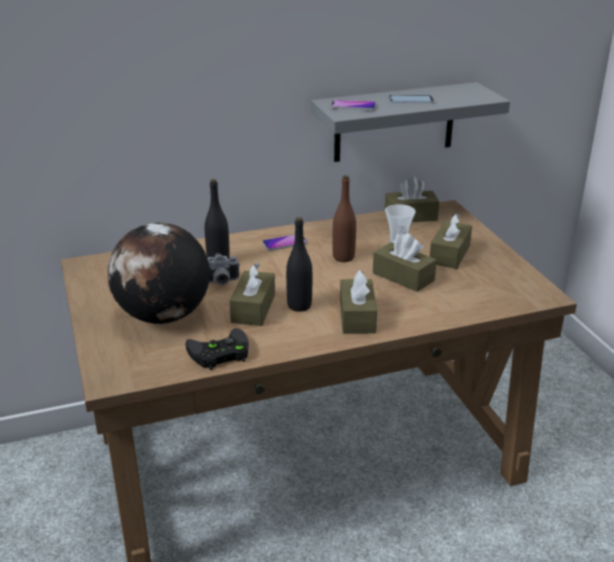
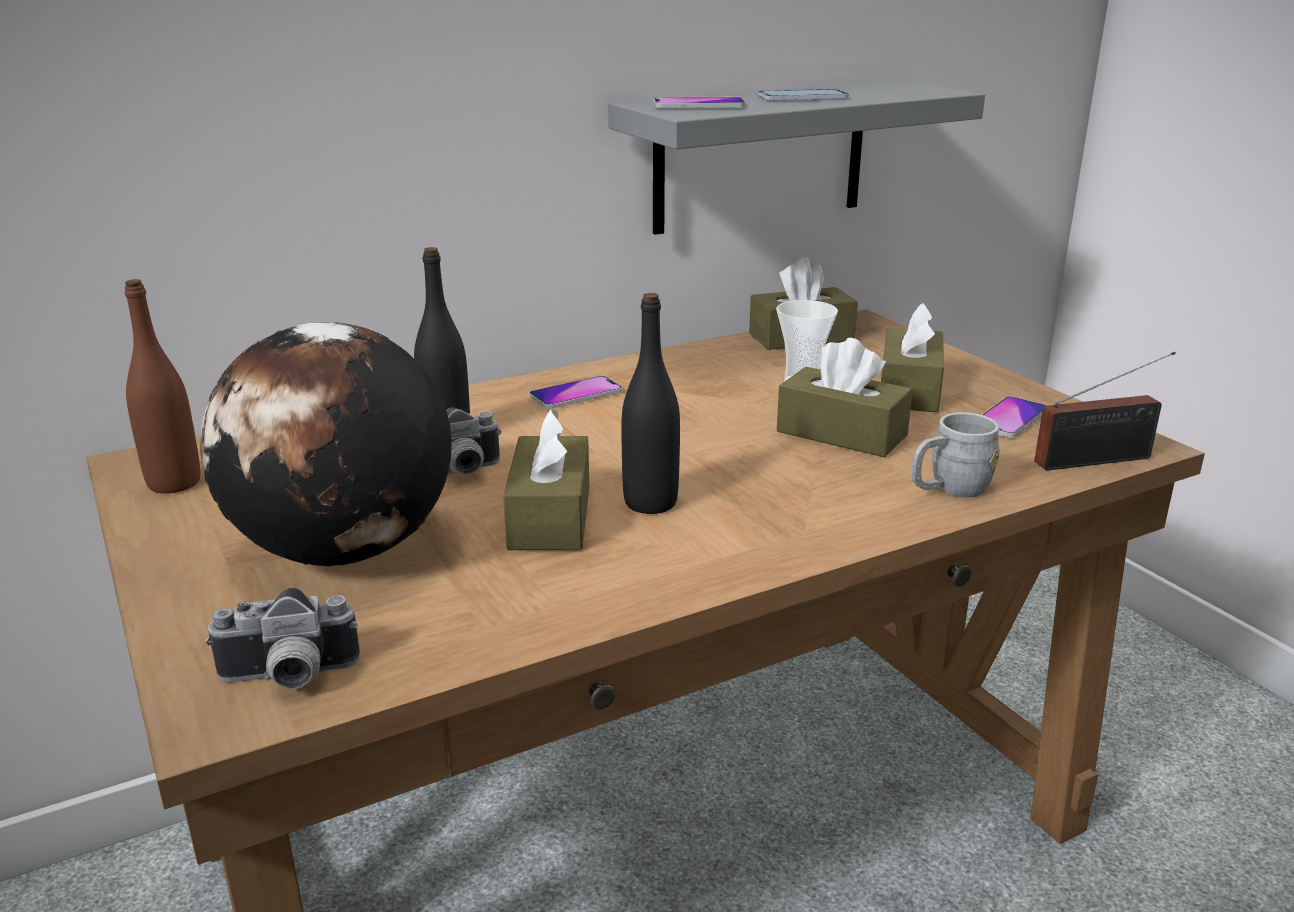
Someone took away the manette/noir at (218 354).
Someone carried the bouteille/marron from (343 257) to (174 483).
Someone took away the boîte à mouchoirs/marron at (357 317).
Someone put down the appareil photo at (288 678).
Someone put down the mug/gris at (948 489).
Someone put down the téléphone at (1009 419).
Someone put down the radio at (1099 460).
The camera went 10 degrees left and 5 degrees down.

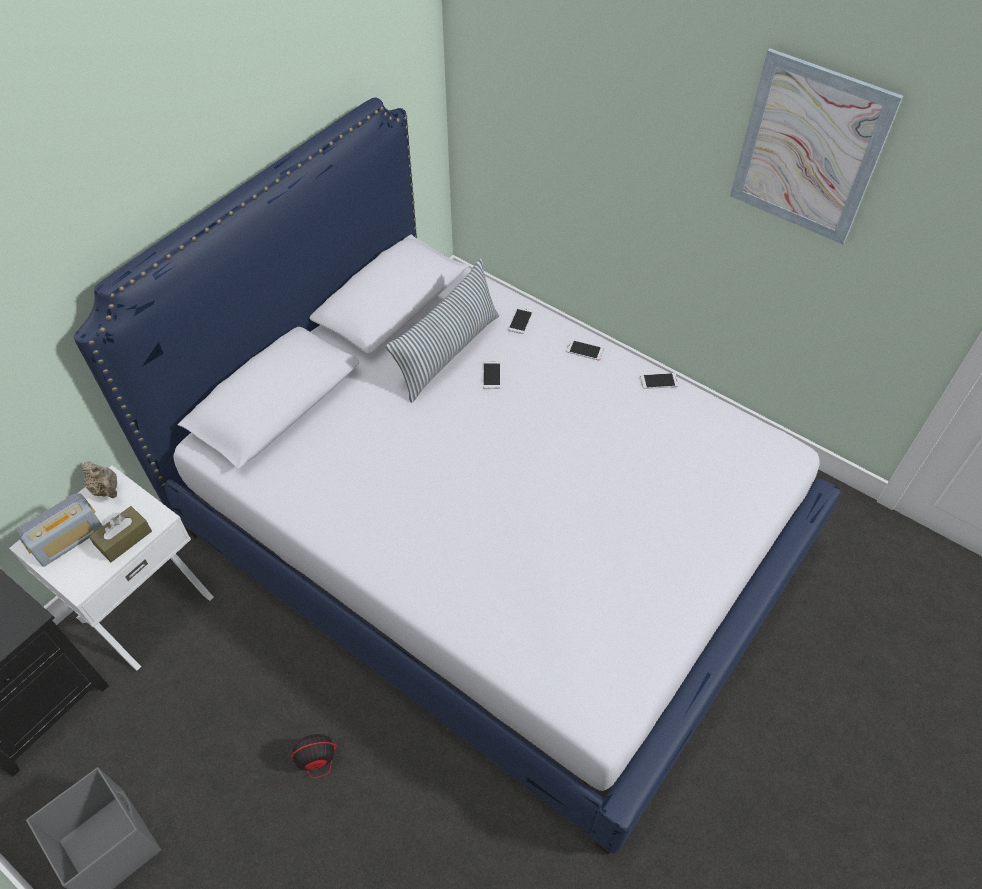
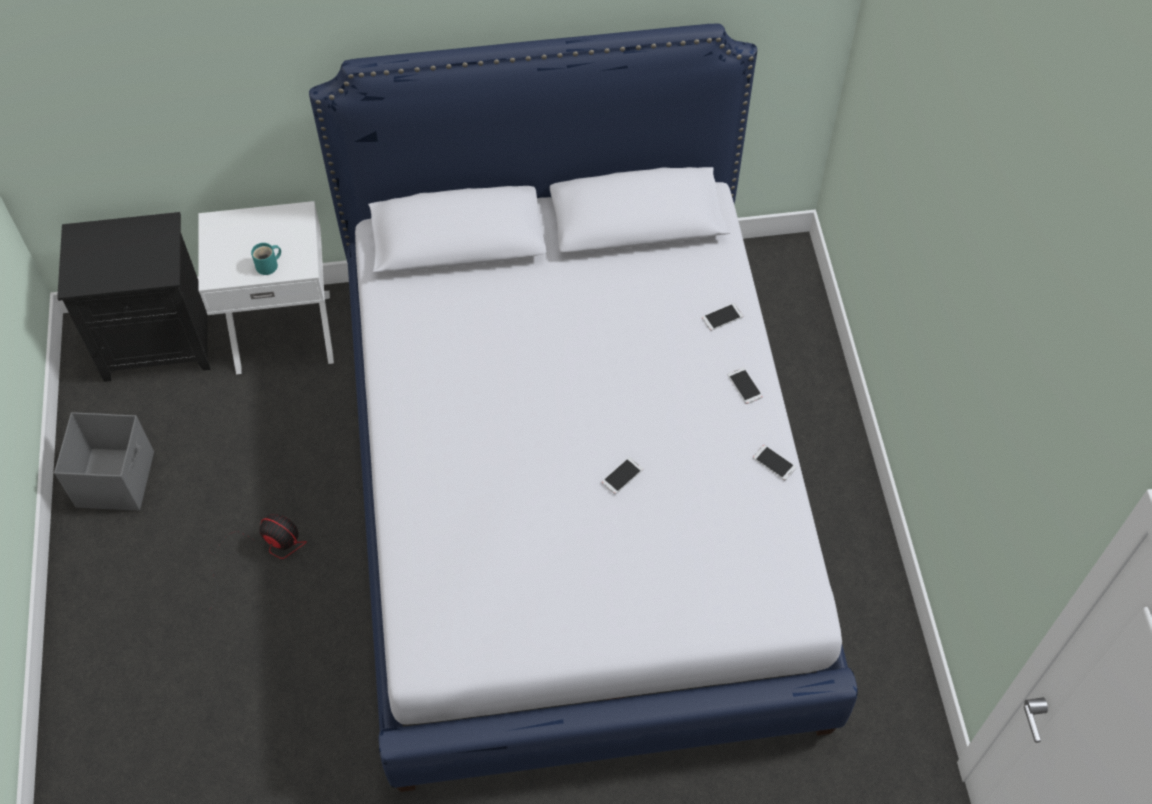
Someone took away the radio at (69 541).
Someone took away the théière/beige at (106 489).
Someone swapped the boîte à mouchoirs/marron at (124 539) for the mug/turquoise at (269 265).
Someone took away the coussin at (448 353).
Someone carried the téléphone from (491 375) to (622 476).
Someone took away the tableau at (809 149).
The camera went 45 degrees right and 5 degrees up.

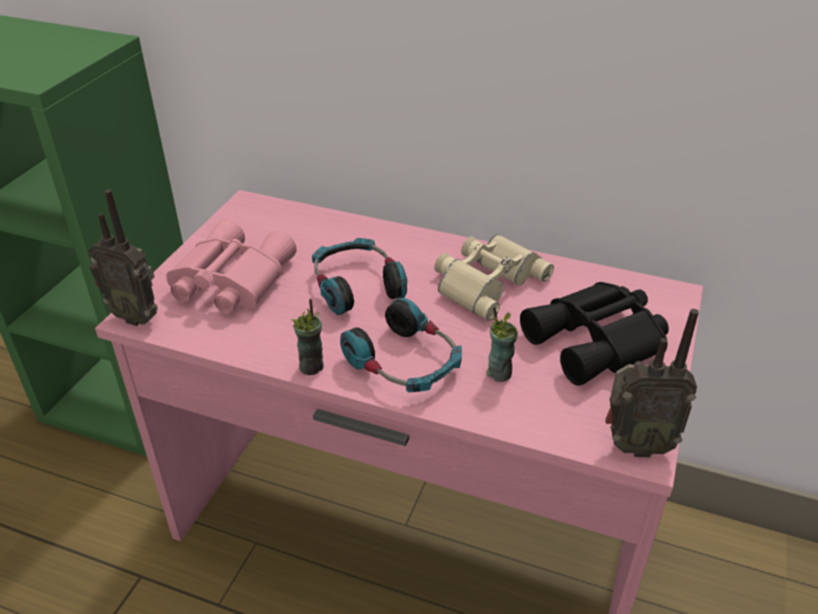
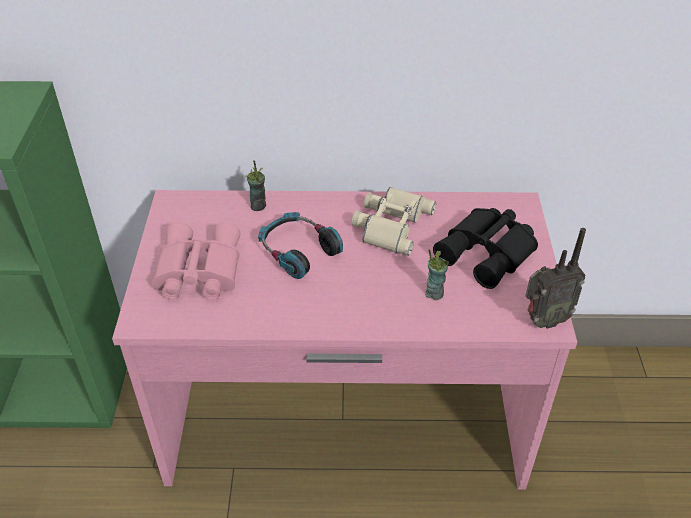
Someone took away the radio at (136 316).
Someone carried the tasse from (312 366) to (258 206).
Someone took away the casque audio at (404 363).
The camera went 20 degrees left and 5 degrees up.

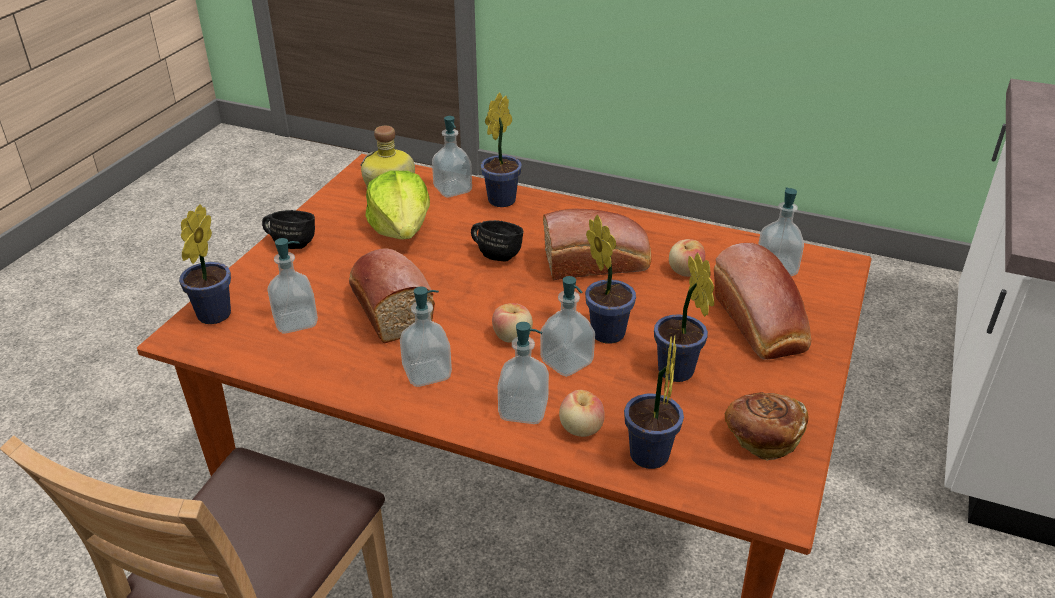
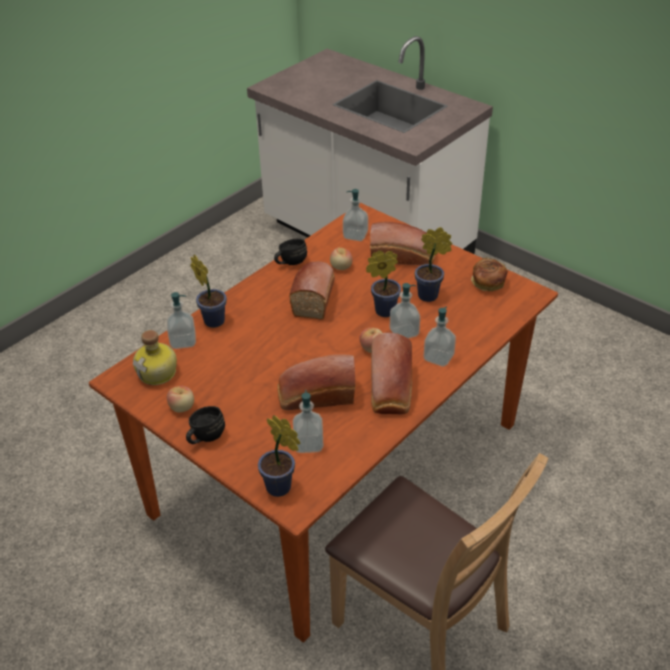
Someone took away the laitue at (401 229).
Someone swapped the distributeur de savon at (427 373) for the pain at (390 390).
Someone carried the mug/noir from (496 254) to (289 262).
Someone carried the pomme from (581 429) to (182 407).
Someone took away the plante en pot at (649 459).
The camera went 70 degrees left and 5 degrees up.

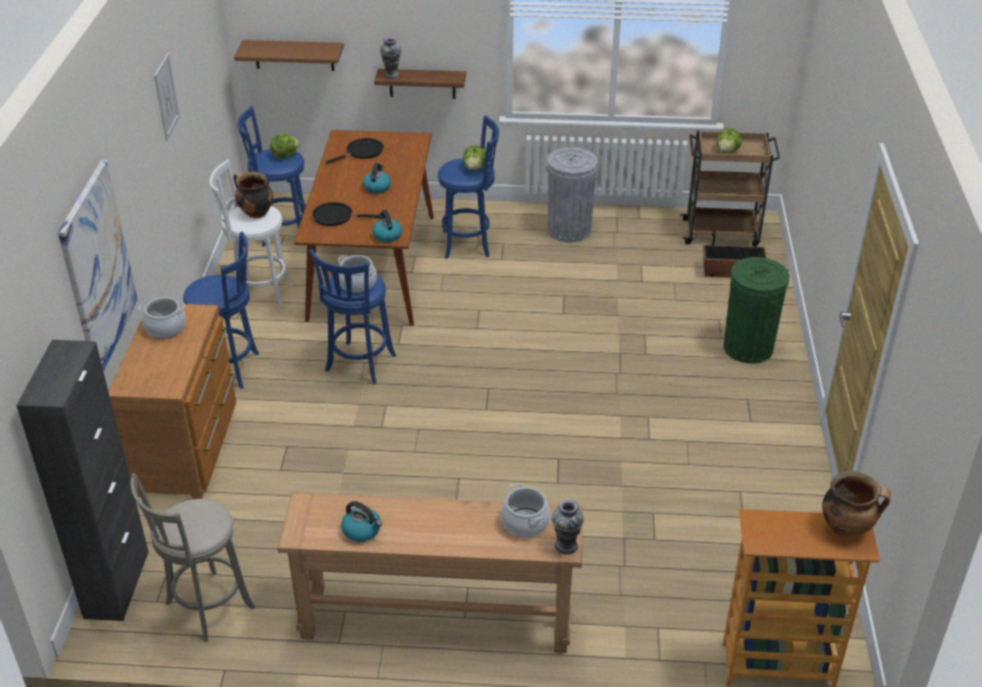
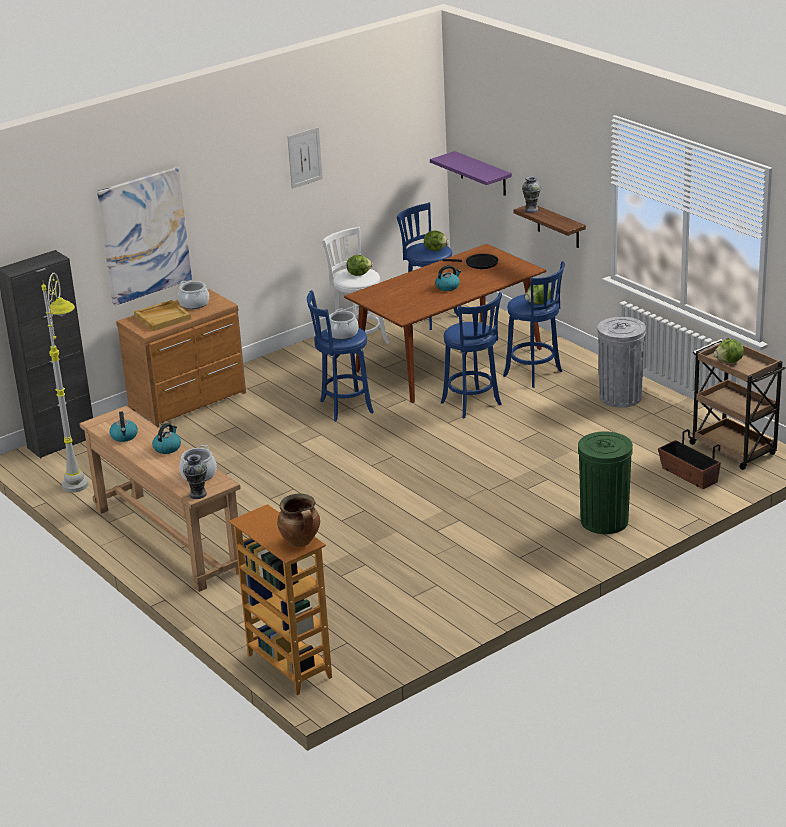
Someone swapped the tabouret/gris at (206 608) for the lampadaire/gris at (80 474).
Someone carried the tabouret/bleu from (231 368) to (473 405).
Someone repainted the étagère/marron at (294 55), which became the étagère/violet at (483 174).
Someone swapped the marmite at (255 213) for the laitue at (359 274).
Someone took away the poêle/noir at (336 217).
Someone carried the bouilloire from (387 235) to (167 448).
Someone put down the plateau/beige at (163 317).
The camera went 50 degrees right and 10 degrees down.

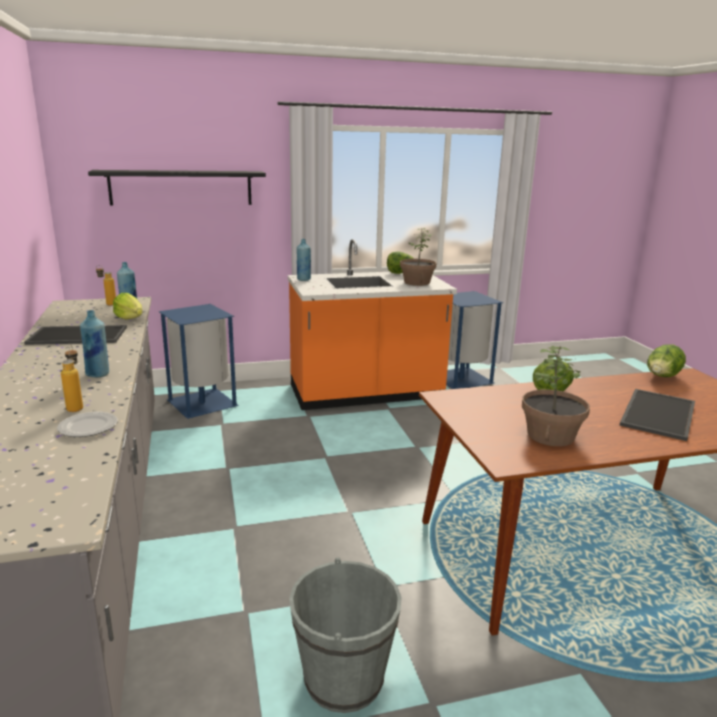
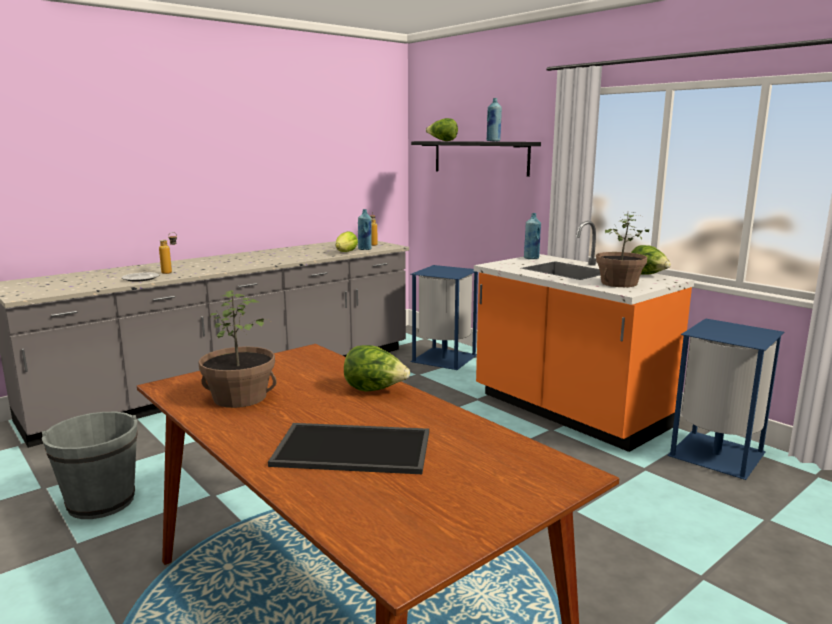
Someone took away the plateau at (79 335).
Someone carried the bouteille/bleu from (98 374) to (493 141).
Someone carried the laitue from (662 377) to (442 141).
The camera went 65 degrees right and 5 degrees down.

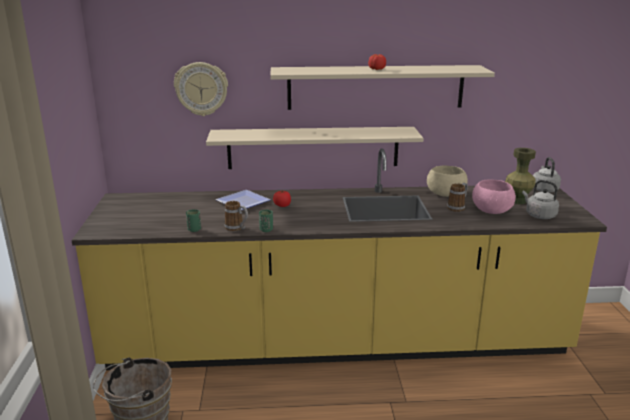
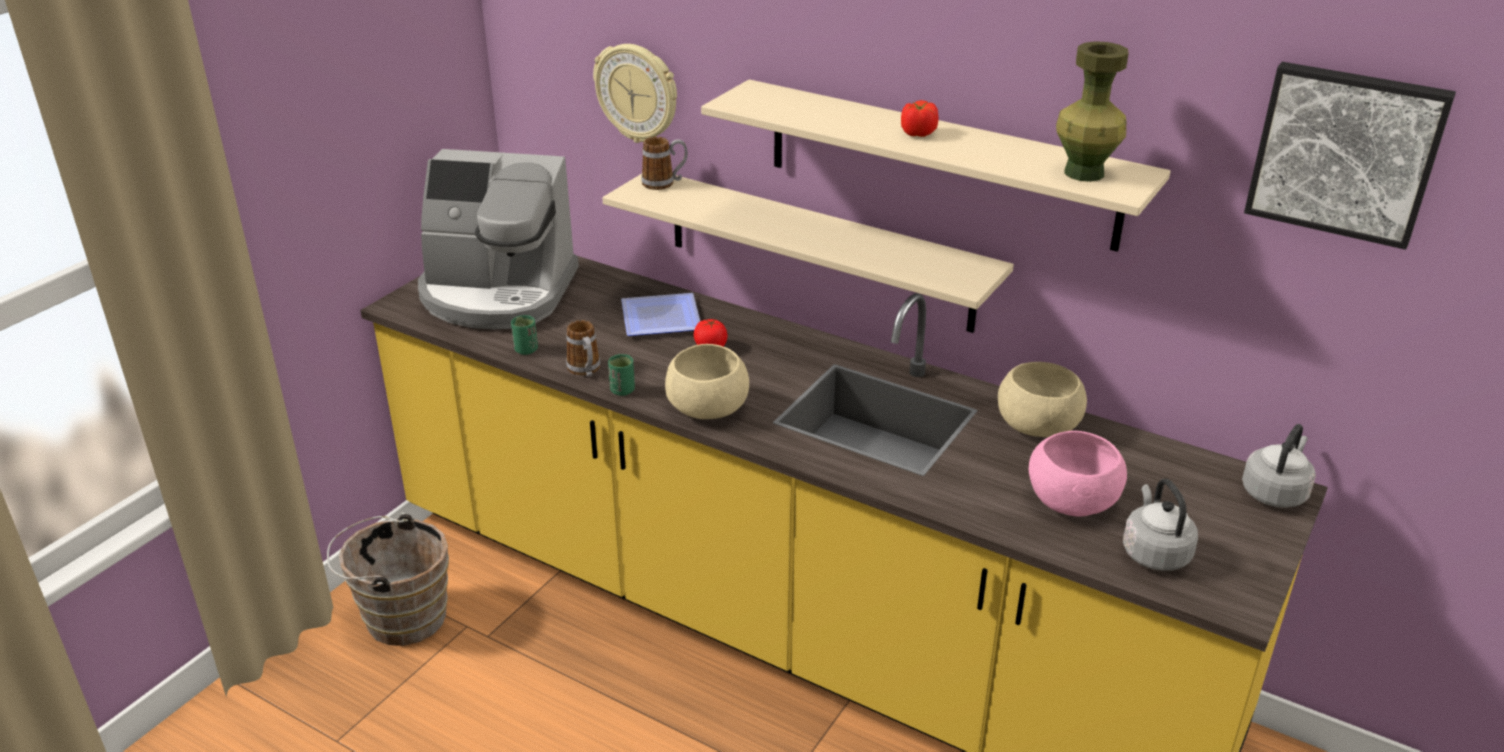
Someone carried the mug from (458 207) to (664 183).
Someone carried the vase/vert from (517 201) to (1084 173).
Someone put down the machine à café at (498 293).
Someone put down the bol/beige at (706 407).
Someone put up the tableau at (1345 152).
The camera went 35 degrees right and 10 degrees up.

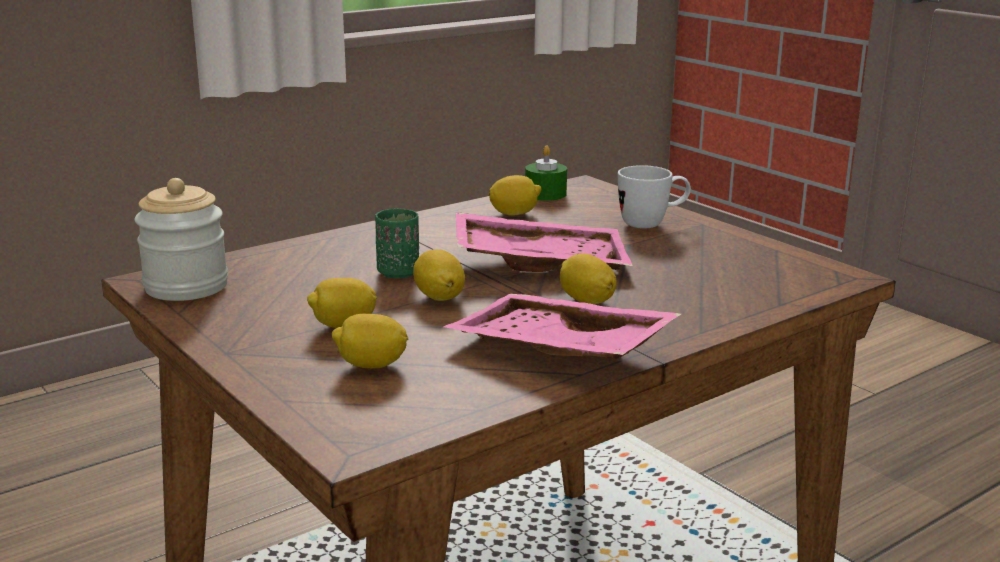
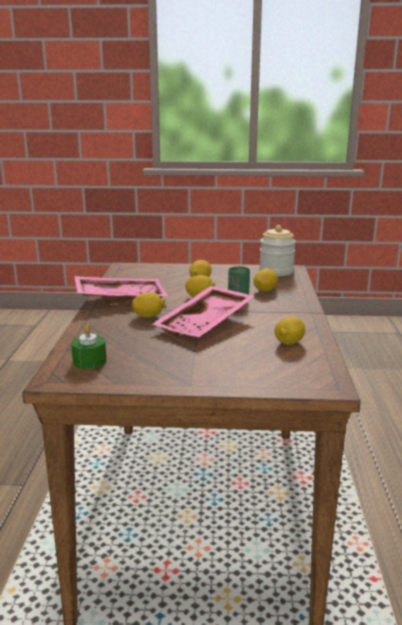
Someone carried the citron from (371 365) to (265 290).
Someone carried the bougie/vert from (545 194) to (89 361).
Someone took away the mug/blanc at (652 224).
The camera went 130 degrees right and 0 degrees up.

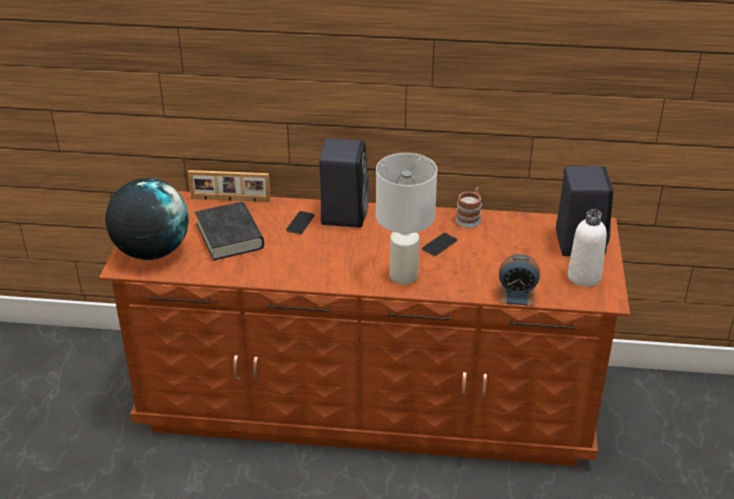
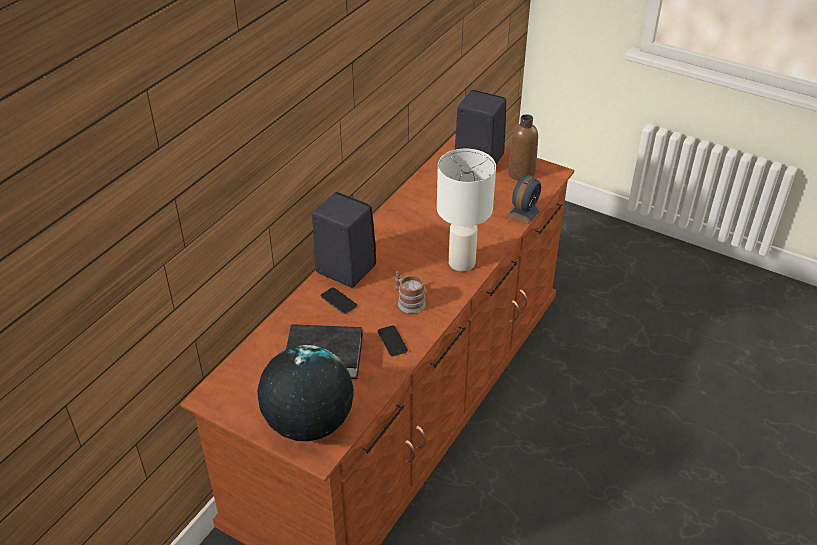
Someone took away the cadre photo at (230 200).
Someone carried the téléphone from (439 245) to (392 341).
Someone carried the mug from (469 218) to (408 301).
Someone repainted the bouteille/blanc at (584 277), which became the bouteille/marron at (521 173).
The camera went 65 degrees left and 5 degrees up.

